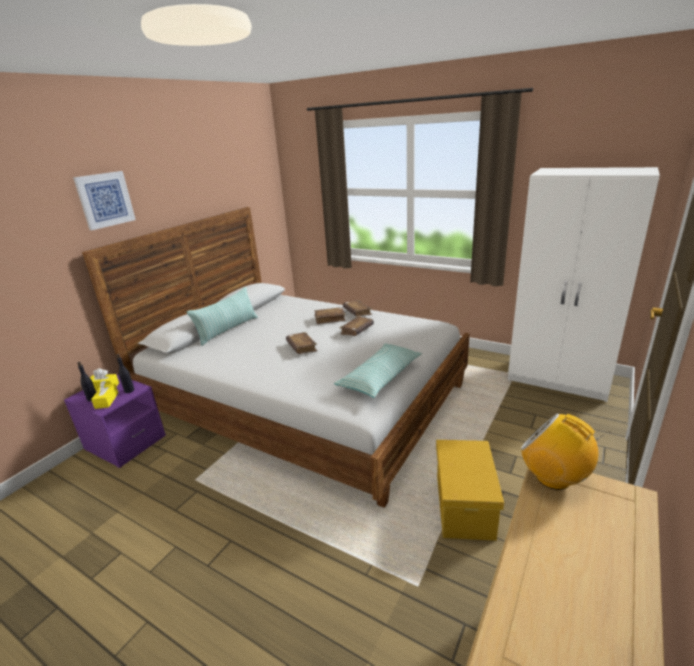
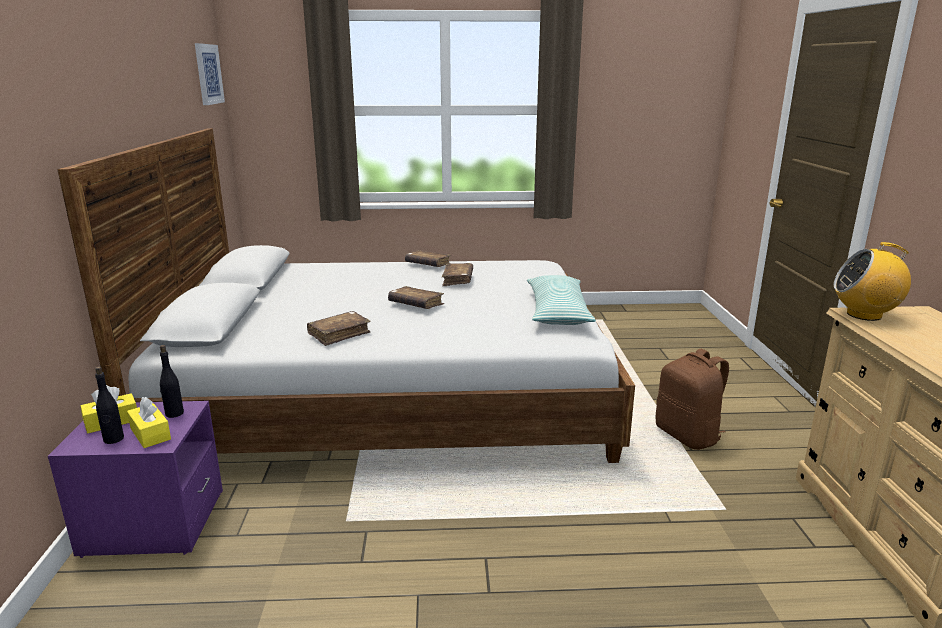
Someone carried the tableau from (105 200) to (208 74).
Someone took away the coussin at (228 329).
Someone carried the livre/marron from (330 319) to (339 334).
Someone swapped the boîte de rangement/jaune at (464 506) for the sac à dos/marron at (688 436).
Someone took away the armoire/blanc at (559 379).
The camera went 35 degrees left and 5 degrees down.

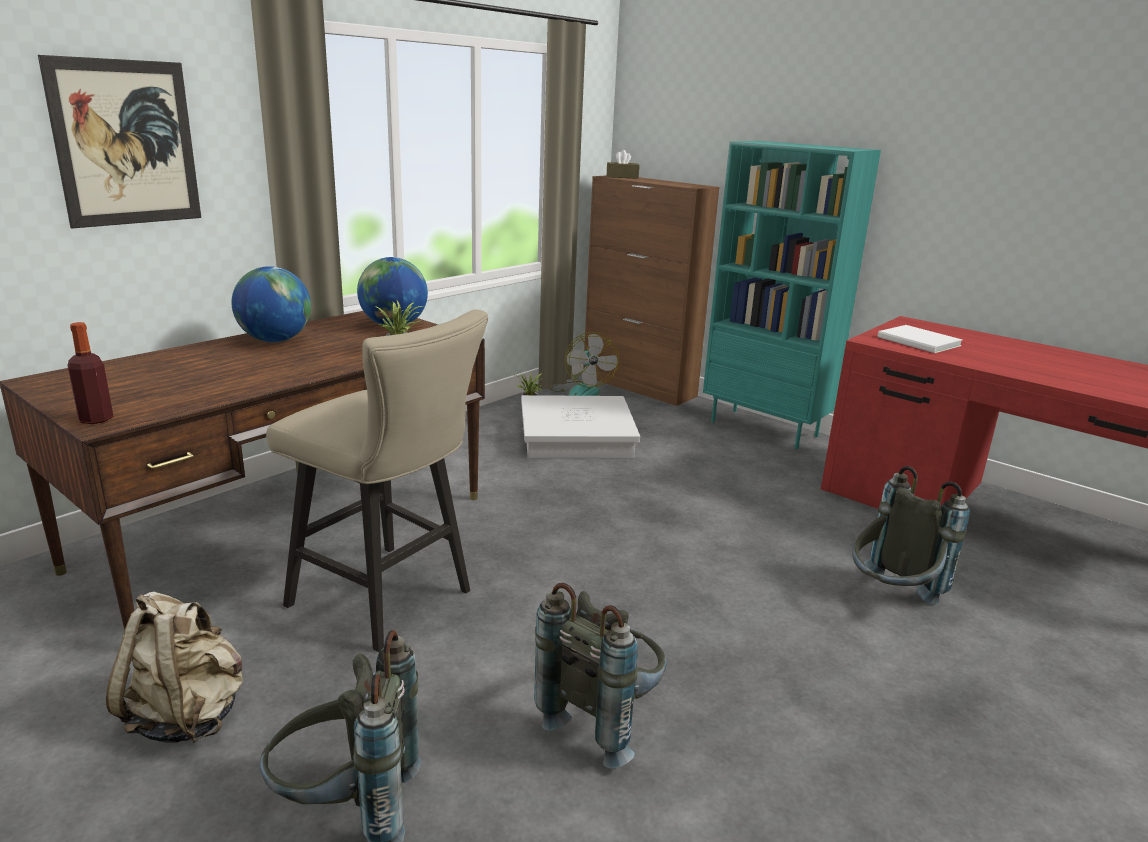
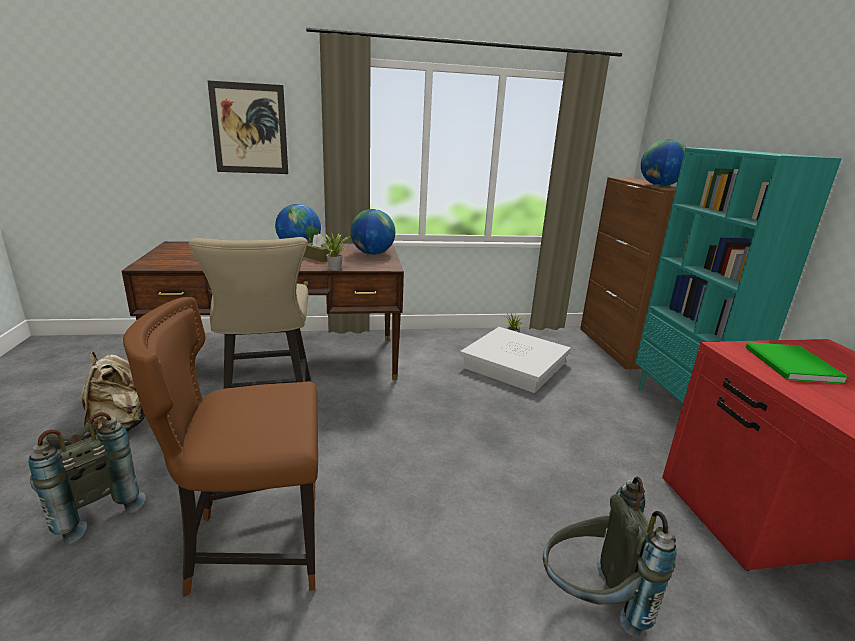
Someone took away the bouteille at (96 419).
Someone swapped the sac à dos/gris at (603 718) for the chaise/marron at (253 545).
Someone took away the ventilateur at (581 391).
Someone carried the boîte à mouchoirs/marron from (622 177) to (318 258).
Someone repainted the livre/blanc at (919 342), which became the livre/vert at (791 365).
Someone put down the globe at (659 186).
The camera went 40 degrees right and 0 degrees up.

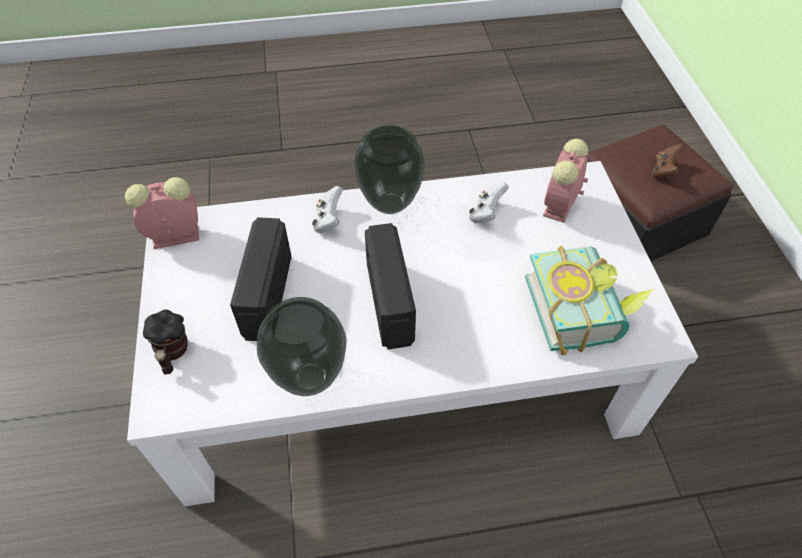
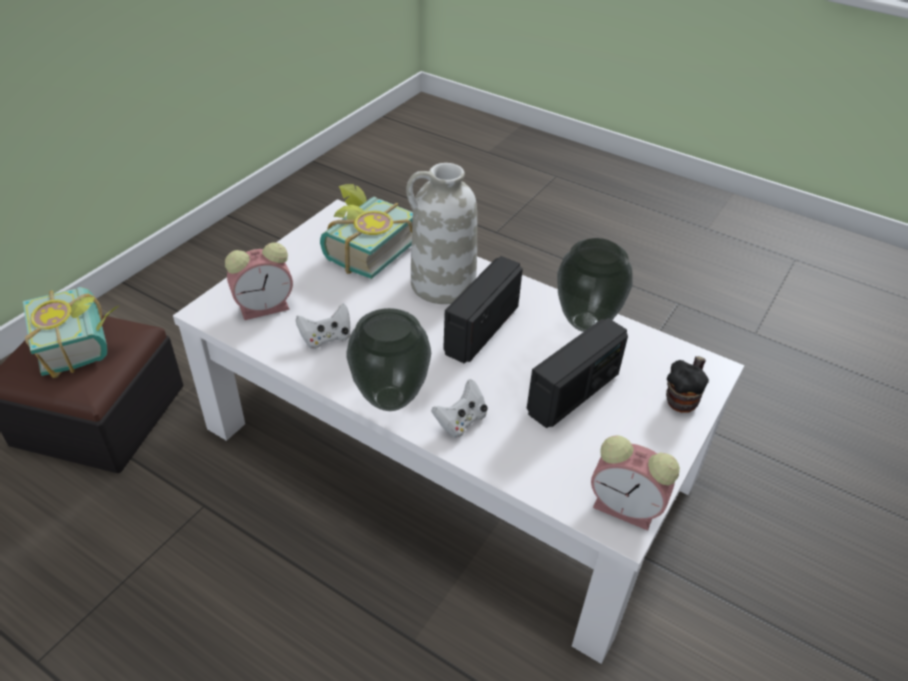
Someone swapped the manette/marron at (663 171) for the livre at (83 343).
Someone put down the vase/blanc at (442 285).
The camera went 140 degrees left and 10 degrees down.

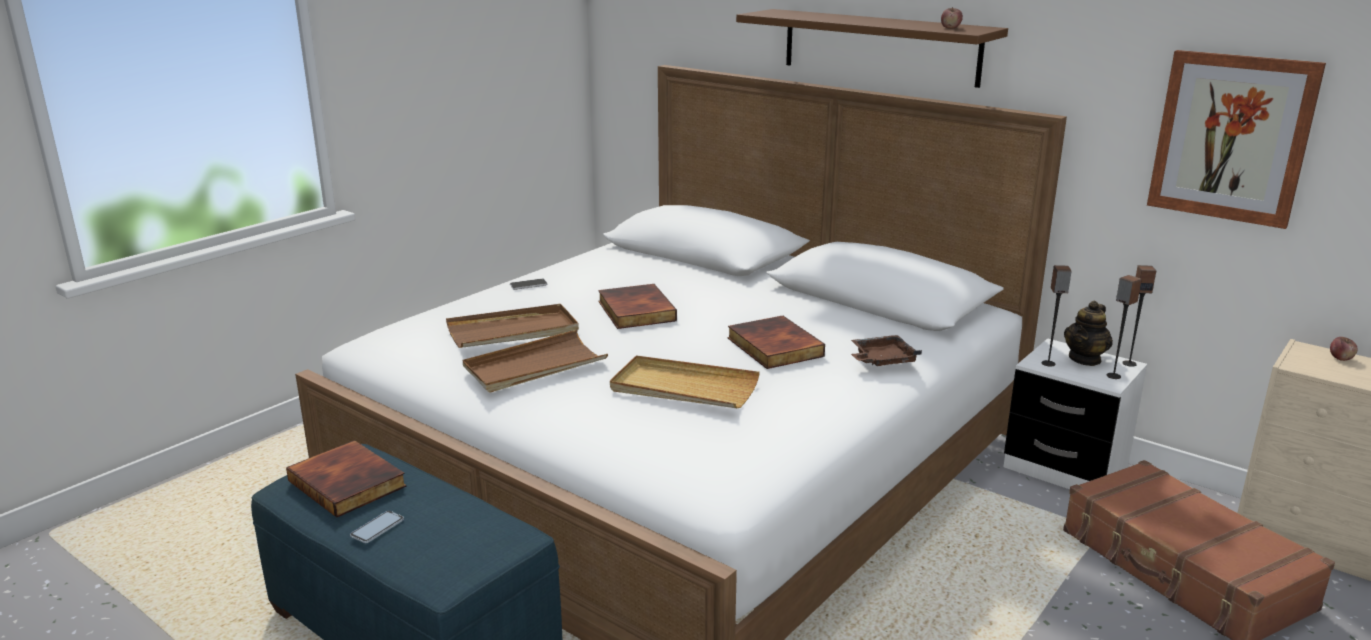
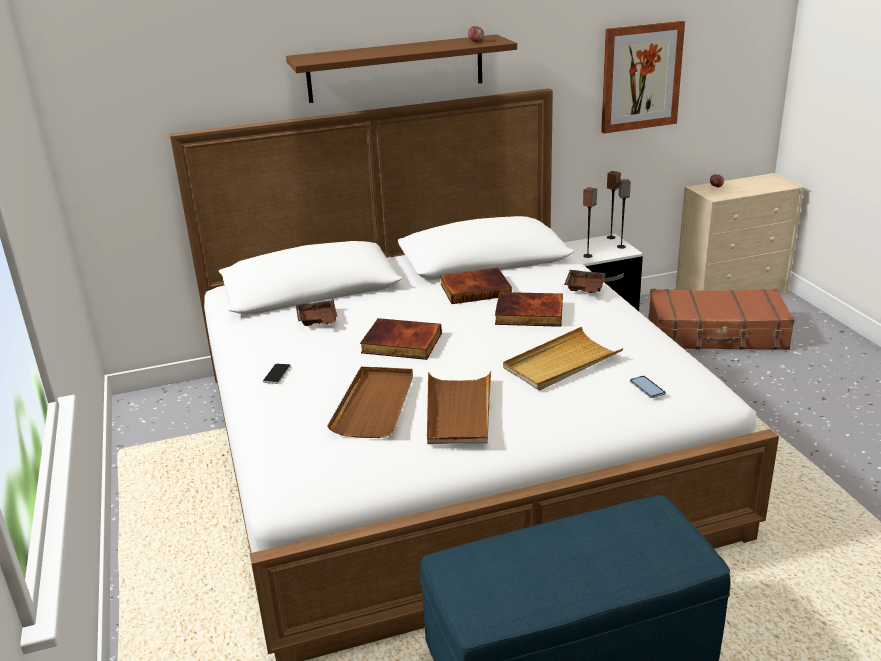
Someone carried the livre from (349 483) to (475 289).
Someone carried the téléphone from (377 528) to (647 388).
Someone took away the théière at (1085 359).
Someone put down the plateau/marron at (317 320).
The camera went 55 degrees left and 5 degrees up.

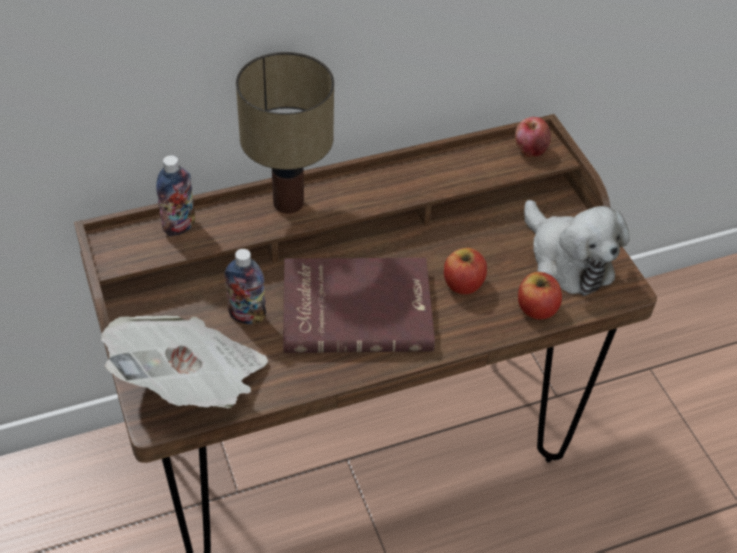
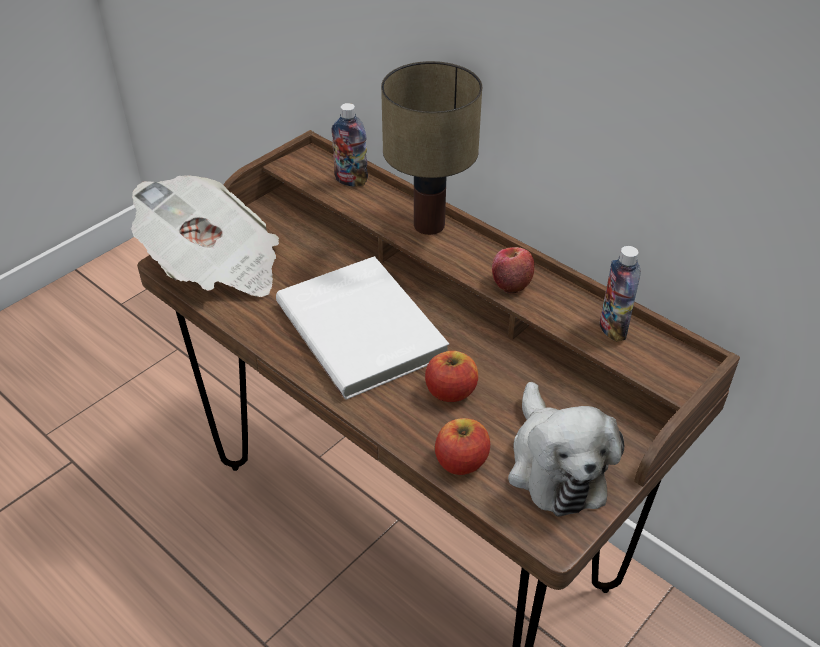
Someone carried the bouteille from (247 316) to (613 329).
Someone repainted the livre/rouge at (356 307), which became the livre/blanc at (363 329).
Someone carried the pomme from (530 148) to (511 282).
Someone rotated the peluche at (567 260) by 45 degrees counterclockwise.
The camera went 65 degrees right and 5 degrees down.

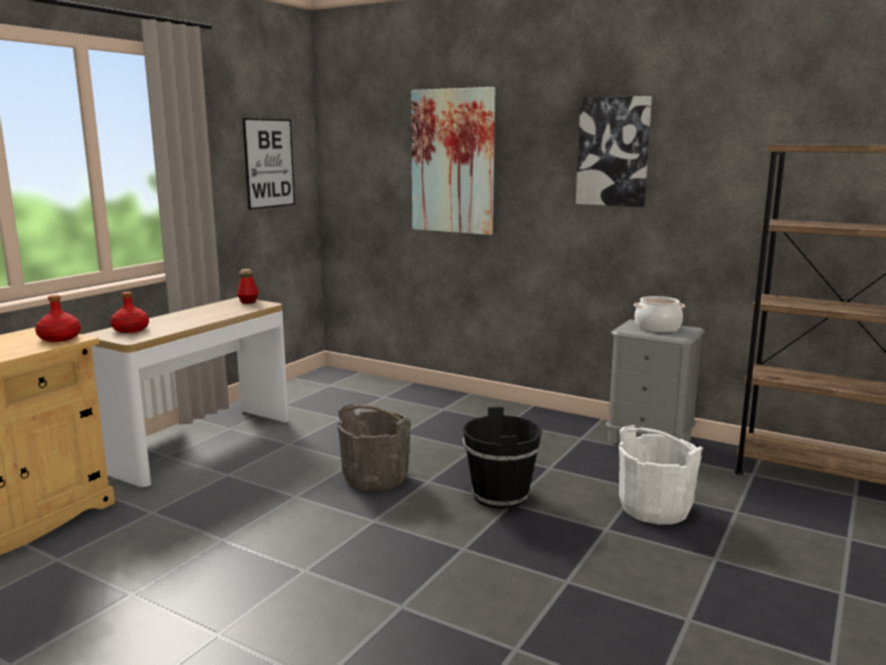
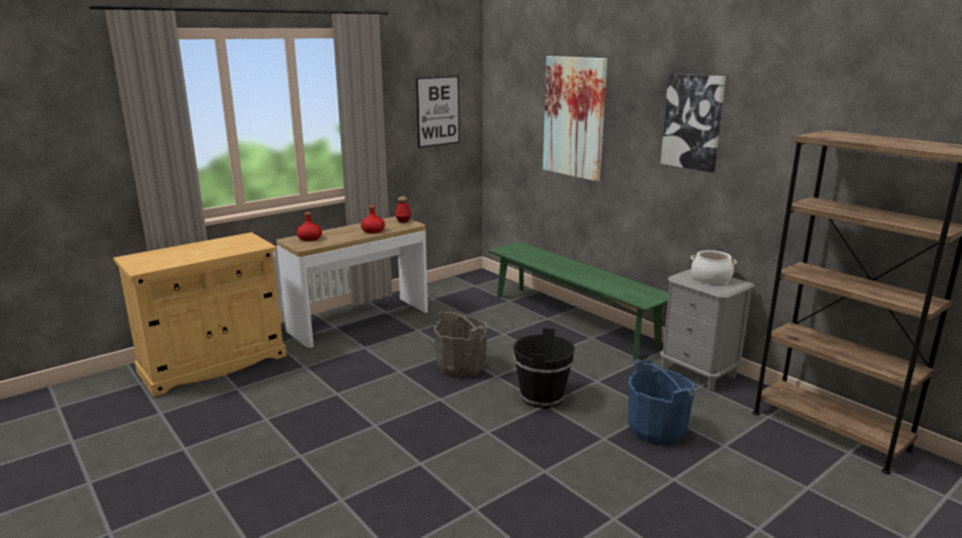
Someone carried the bouteille/rouge from (59 338) to (373 231).
Someone repainted the seau/blanc at (655 508), which became the seau/bleu at (656 429).
Someone put down the banc/vert at (572 320).
The camera went 20 degrees right and 5 degrees up.

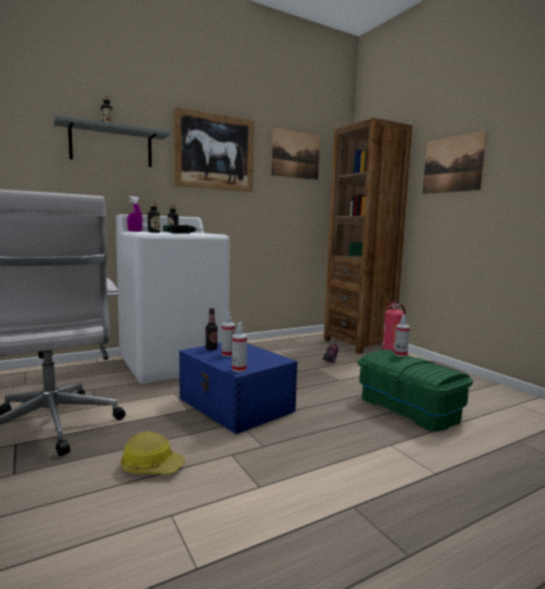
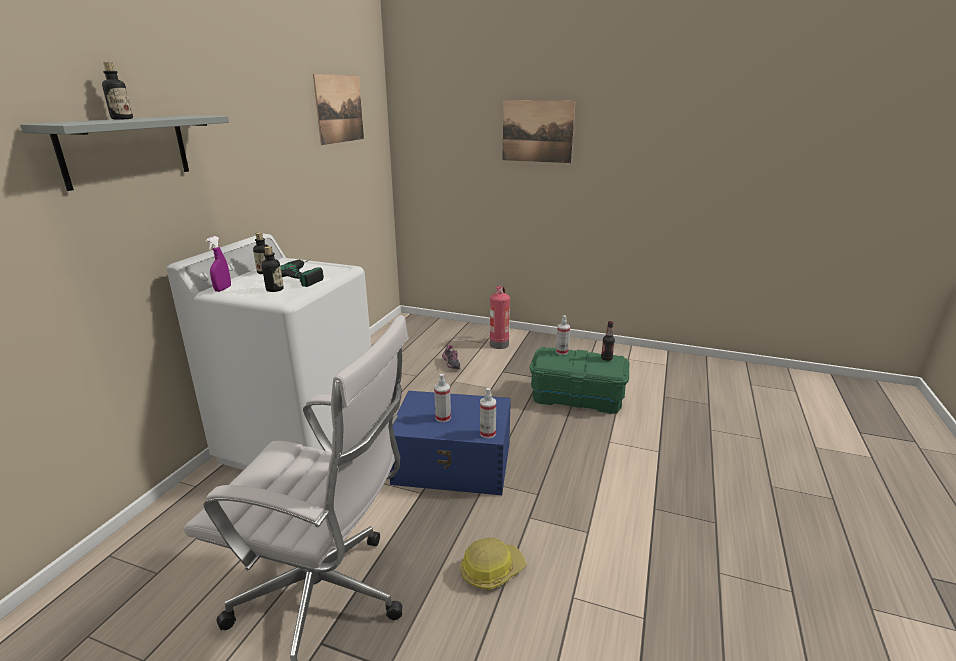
Someone took away the tableau at (214 152).
Someone carried the bouteille from (211 349) to (606 358).
Someone took away the bibliothèque/marron at (358 343).
The camera went 40 degrees left and 15 degrees up.

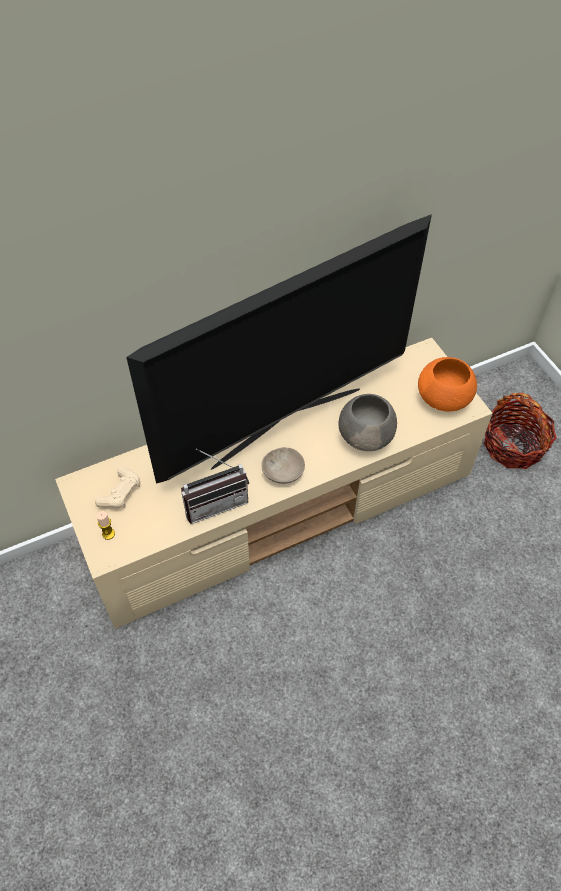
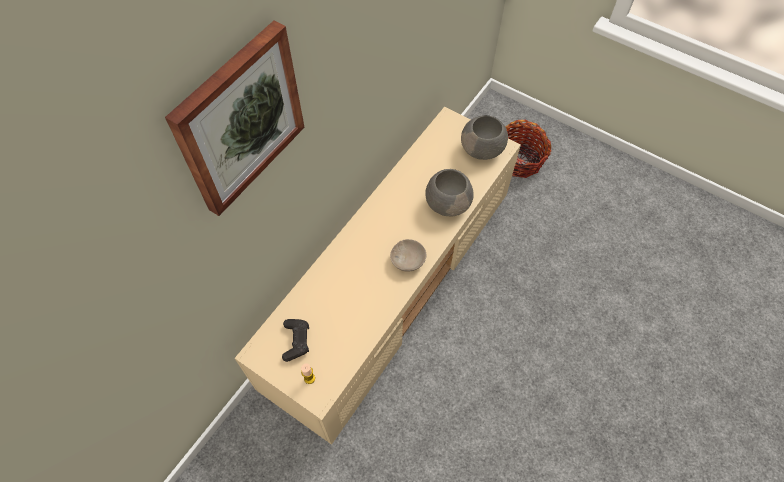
Someone repainted the manette/beige at (120 493), which became the manette/noir at (296 341).
Someone took away the téléviseur at (286 425).
Someone took away the radio at (215 501).
Someone repainted the bol/orange at (444 398), which became the bol/gris at (483 149).
Someone put up the tableau at (239 120).
The camera went 30 degrees left and 5 degrees up.

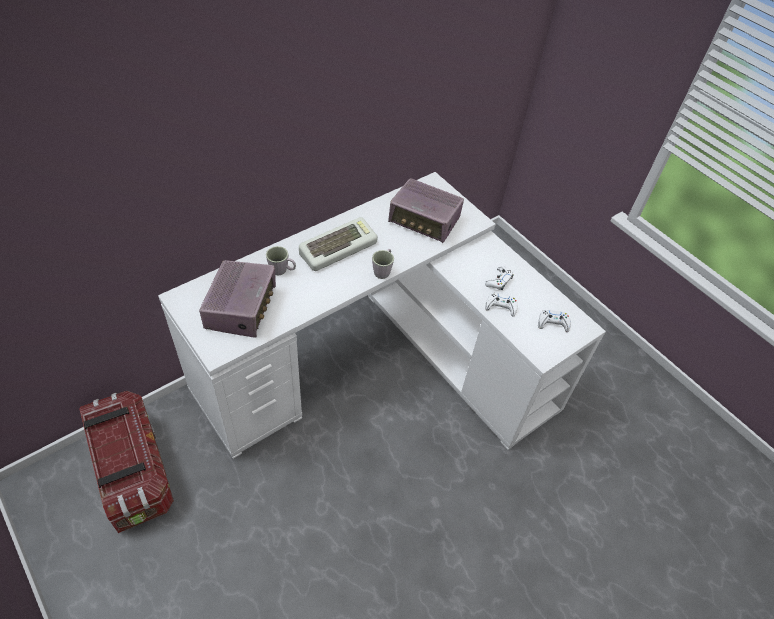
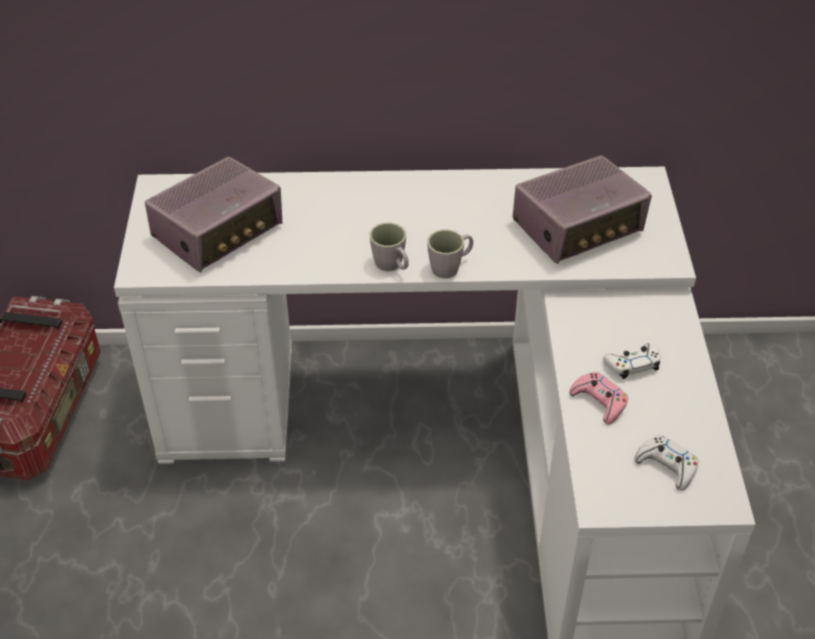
Someone carried the mug/gris from (282 270) to (392 266).
Someone took away the clavier at (338 247).
Someone rotated the radio at (424 221) by 90 degrees counterclockwise.
Someone repainted the manette/blanc at (500 307), which became the manette/rose at (599 402).
The camera went 40 degrees right and 5 degrees down.

